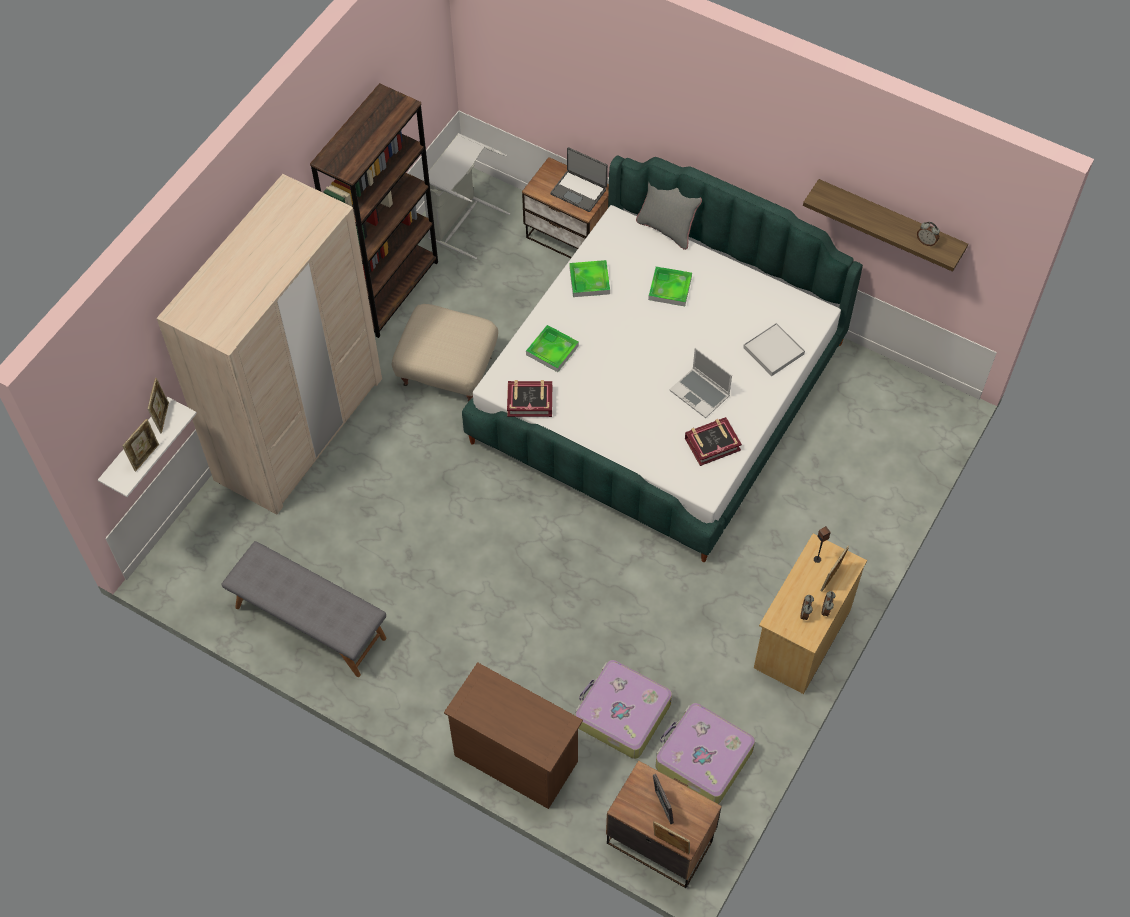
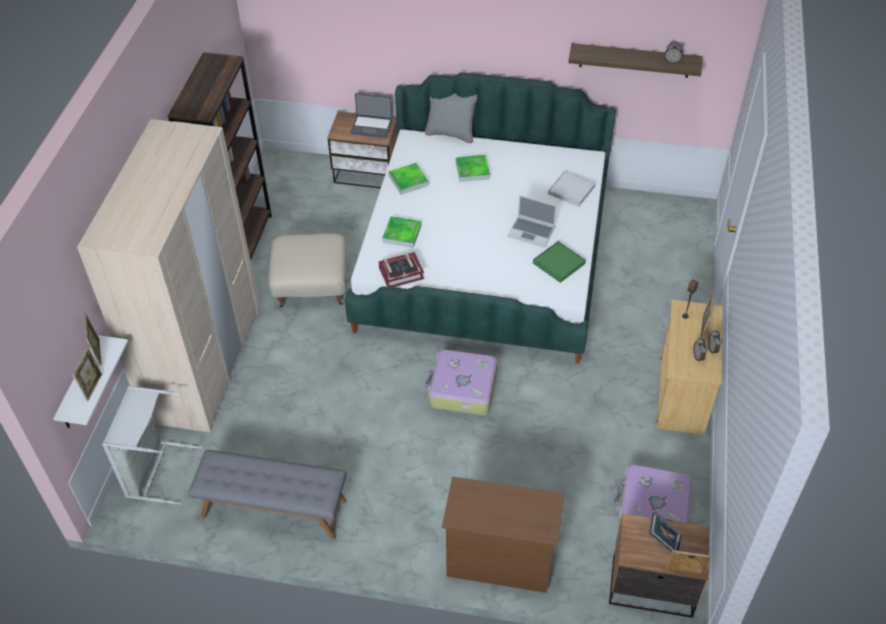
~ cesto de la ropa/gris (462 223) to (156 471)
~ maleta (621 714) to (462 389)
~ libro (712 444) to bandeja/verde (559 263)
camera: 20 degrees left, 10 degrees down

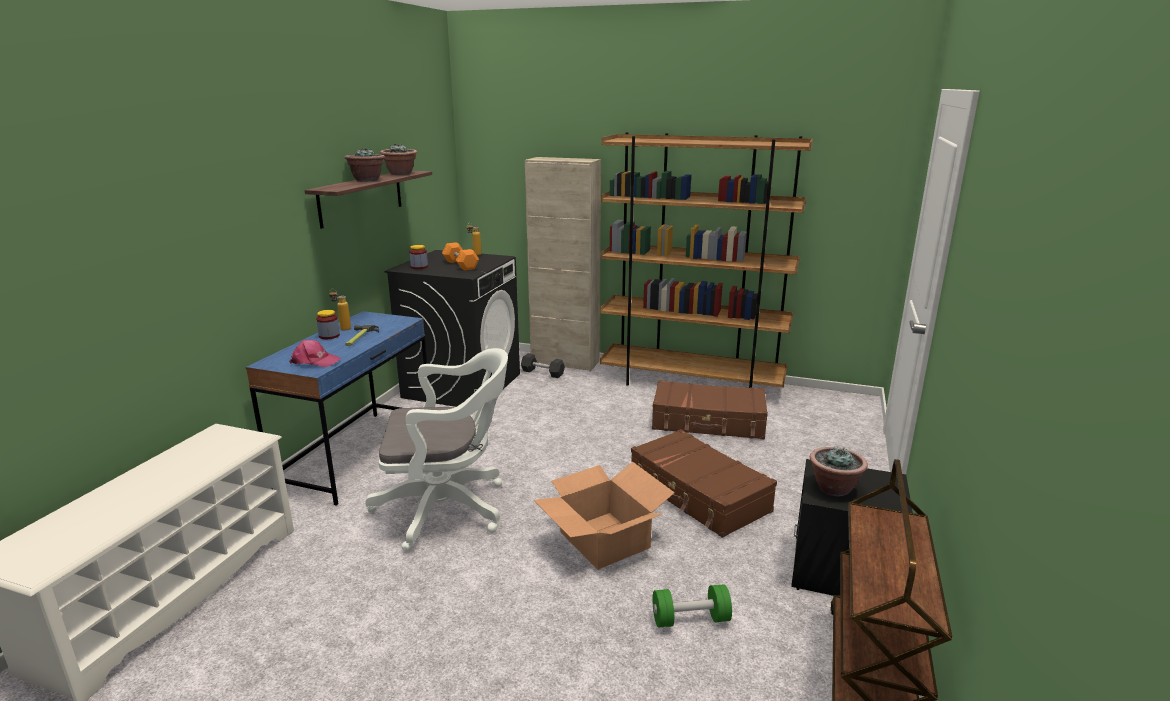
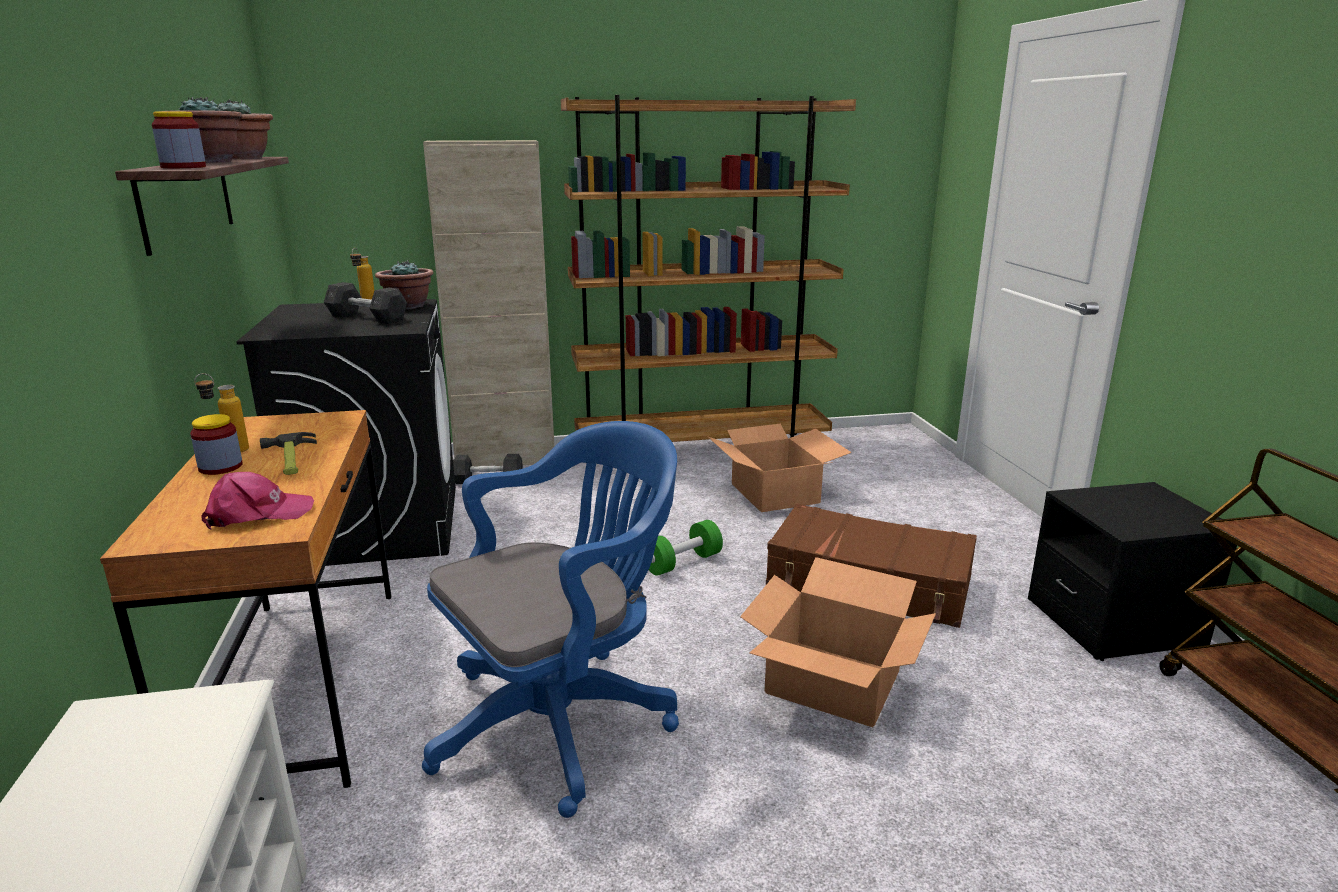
~ tarro (419 267) to (183 167)
~ mancuerna/verde (690 619) to (682 562)
~ planta en maceta (833 488) to (408 306)
~ maleta/marrón (708 422) to caja de cartón (775 493)
~ escritorio/azul (358 455) to escritorio/marrón (301 684)
~ silla de oficina/blanco (448 509) to silla de oficina/azul (563 719)
~ mancuerna/naranja (460 265) to mancuerna/gris (367 318)
camera: 30 degrees left, 0 degrees up

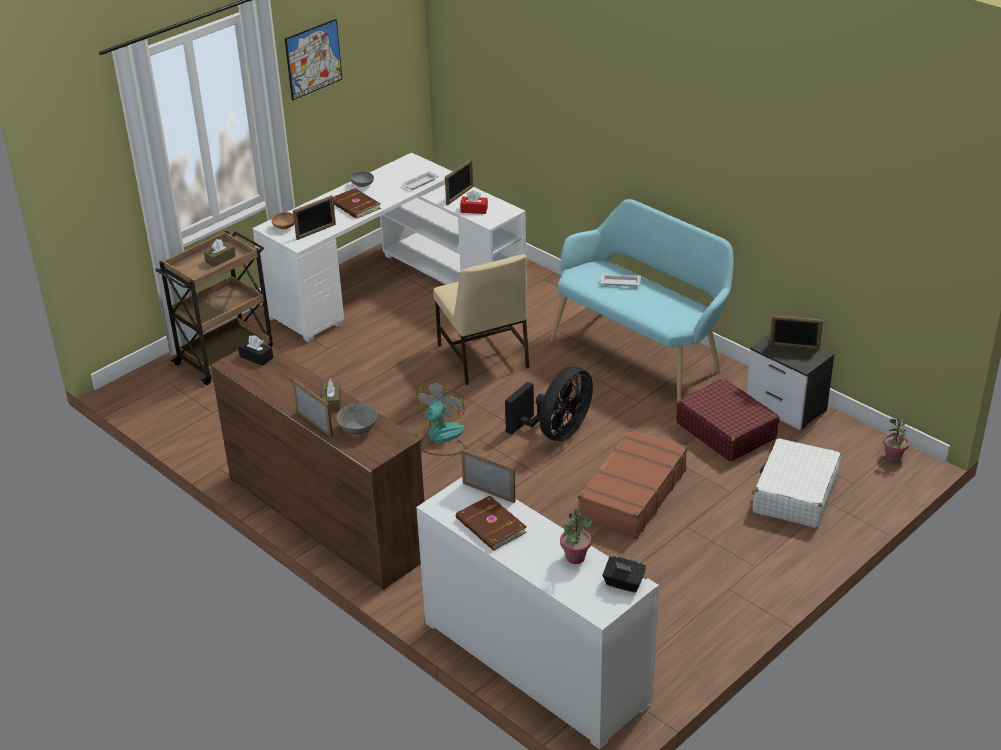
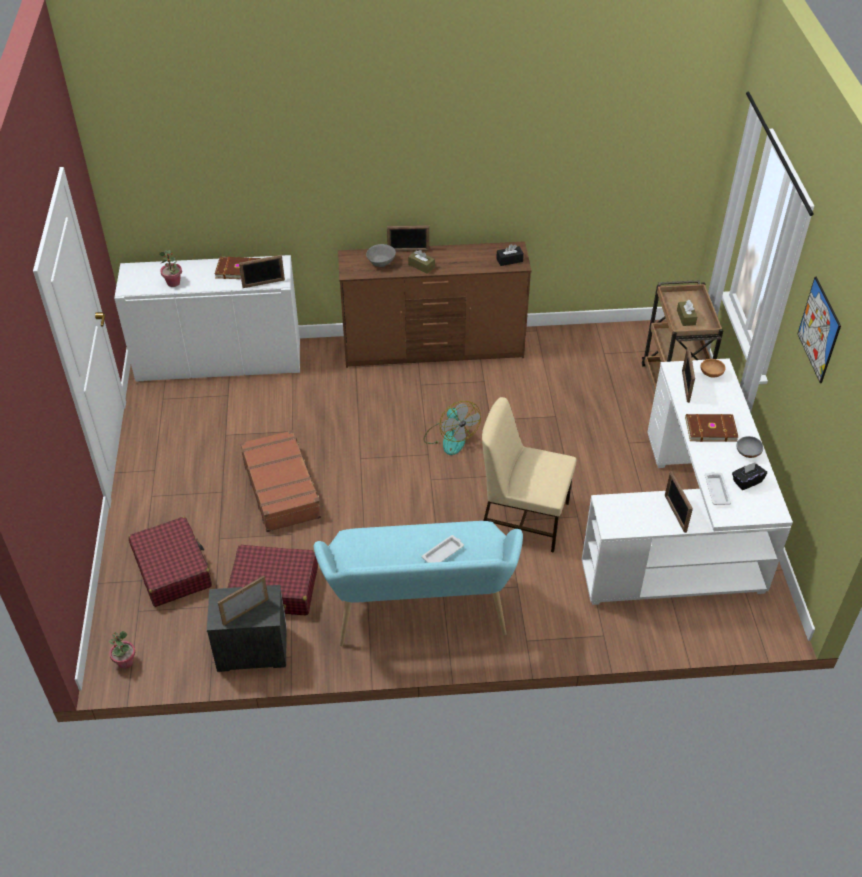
- caja de pañuelos/rojo (474 210)
- ventilador/negro (556 432)
~ caja de pañuelos/negro (623 583) to (746 481)
~ maleta/blanco (795 494) to maleta/rojo (172 569)
camera: 130 degrees right, 10 degrees up

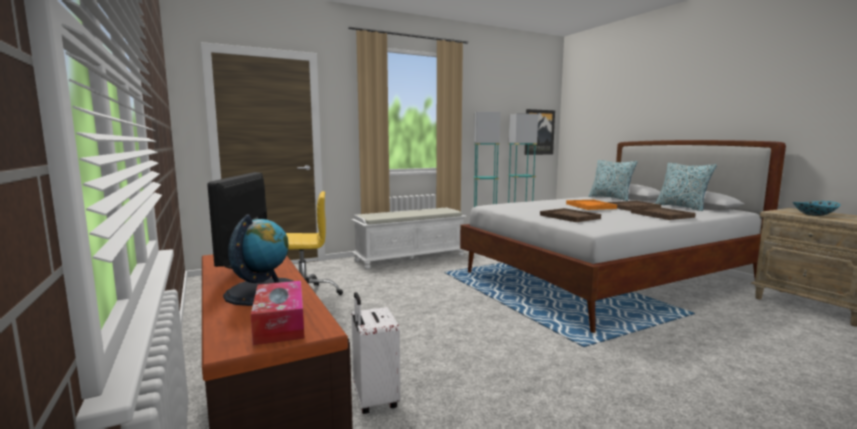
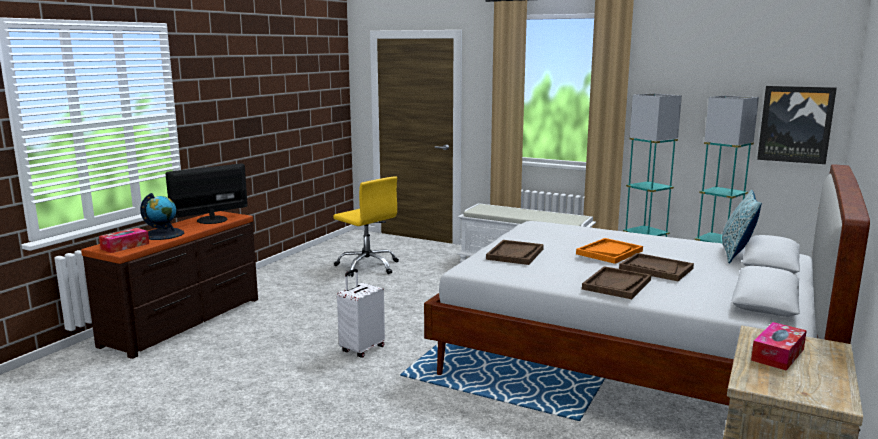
- cojín (681 207)
~ maleta/blanco (374 400) to (361 349)
~ cuenco (813 214) to caja de pañuelos (777 354)
camera: 55 degrees right, 5 degrees up

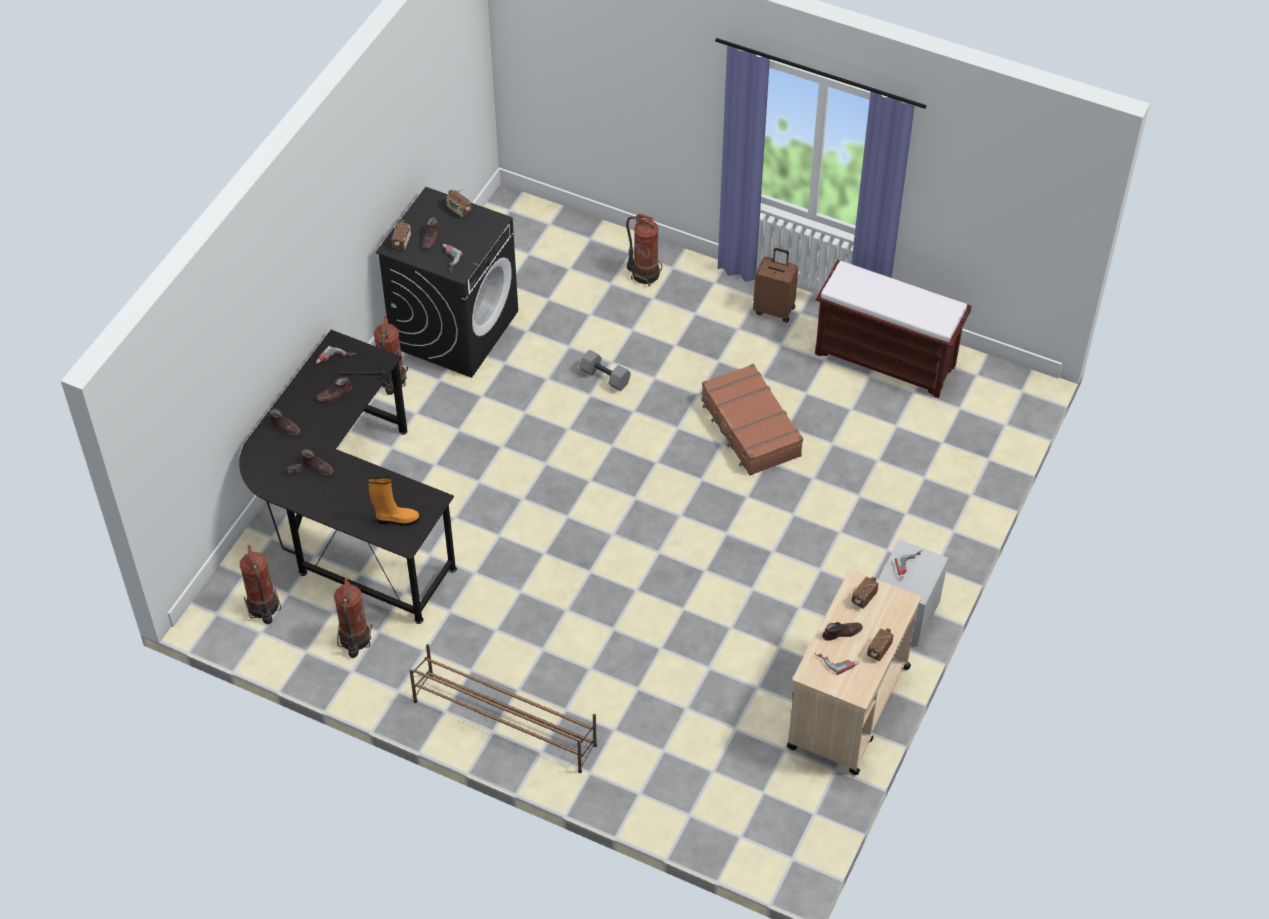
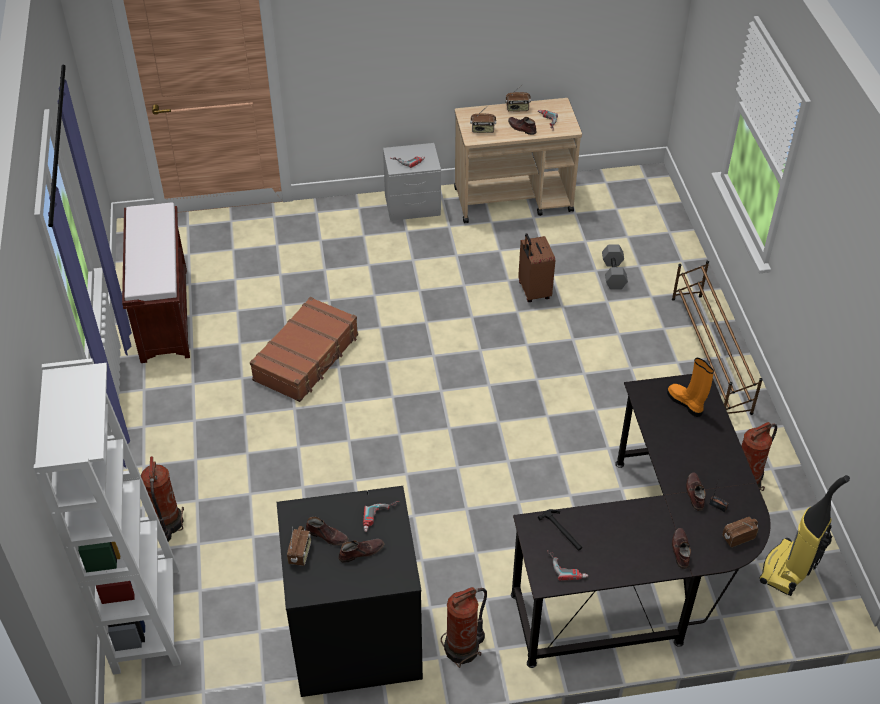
+ estantería/blanco (147 620)
~ zapato/marrón (334 394) to (327 535)
~ radio (402 241) to (738 537)
~ mancuerna/gris (604 377) to (614 274)
~ maleta/marrón (774 309) to (533 291)
~ extintor (263 608) to aspiradora (788 570)
camera: 125 degrees left, 5 degrees down

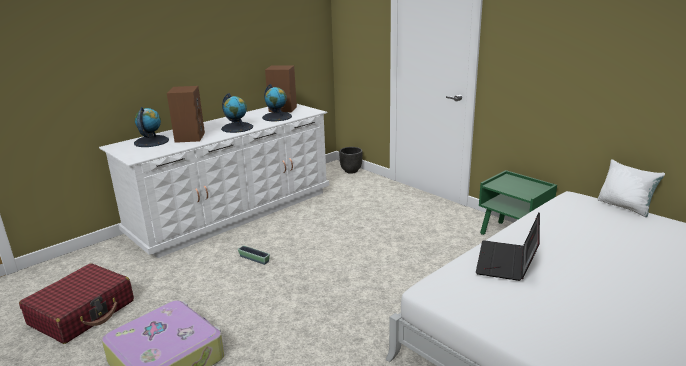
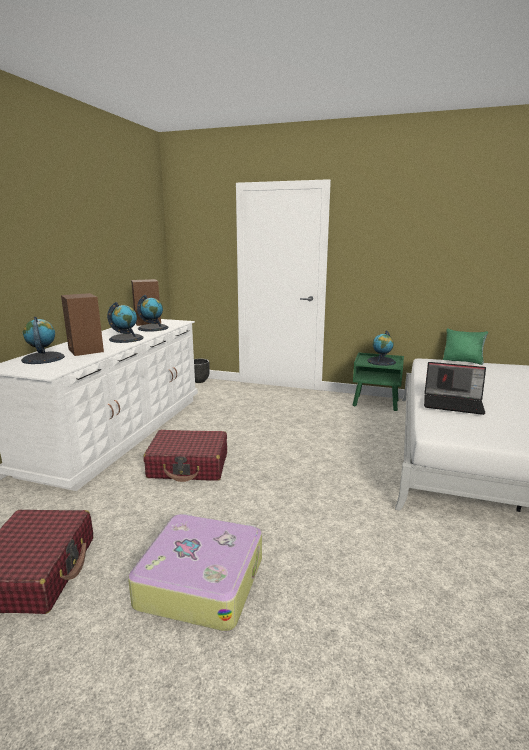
+ globo terráqueo (381 361)
~ maceta (254 259) to maleta/rojo (189 465)
~ cojín/blanco (625 207) to cojín/verde (463 361)
~ portátil (507 262) = (453 403) 60 degrees counterclockwise
camera: 30 degrees left, 5 degrees down

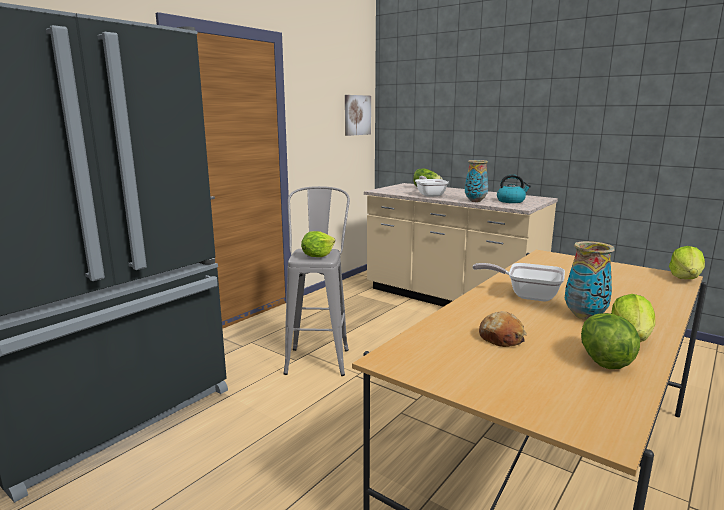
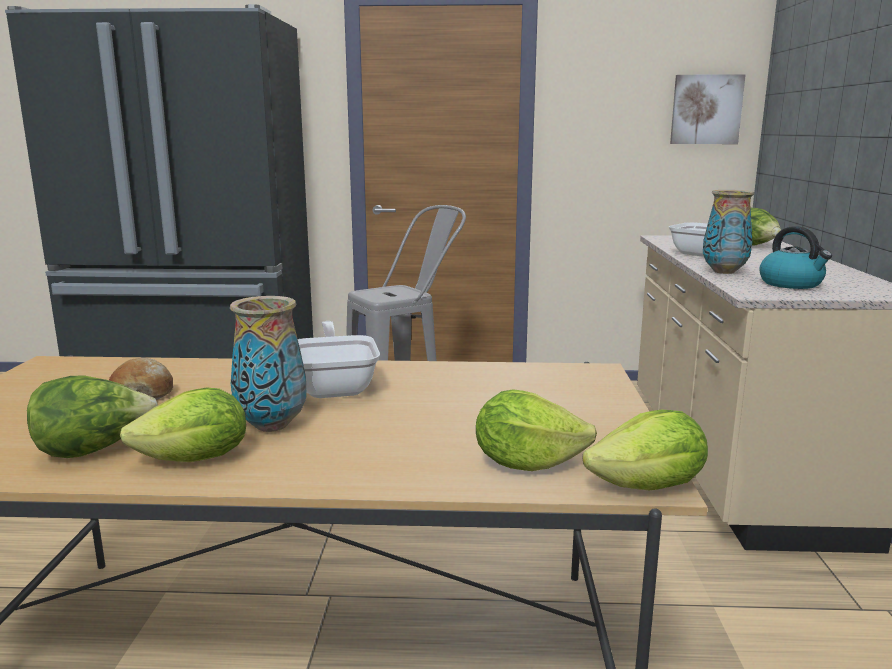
~ lechuga (317 256) to (526 463)
camera: 55 degrees right, 0 degrees up

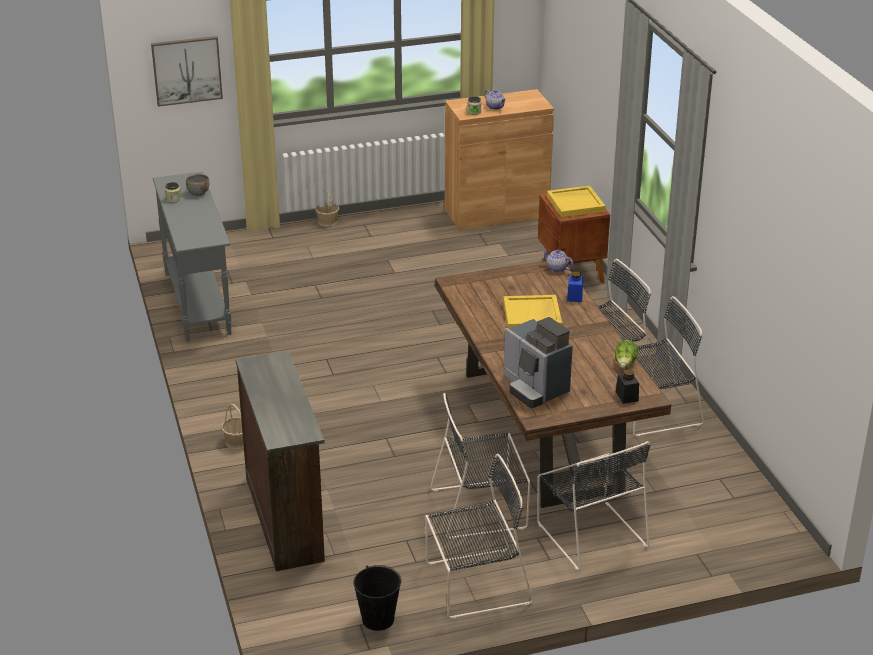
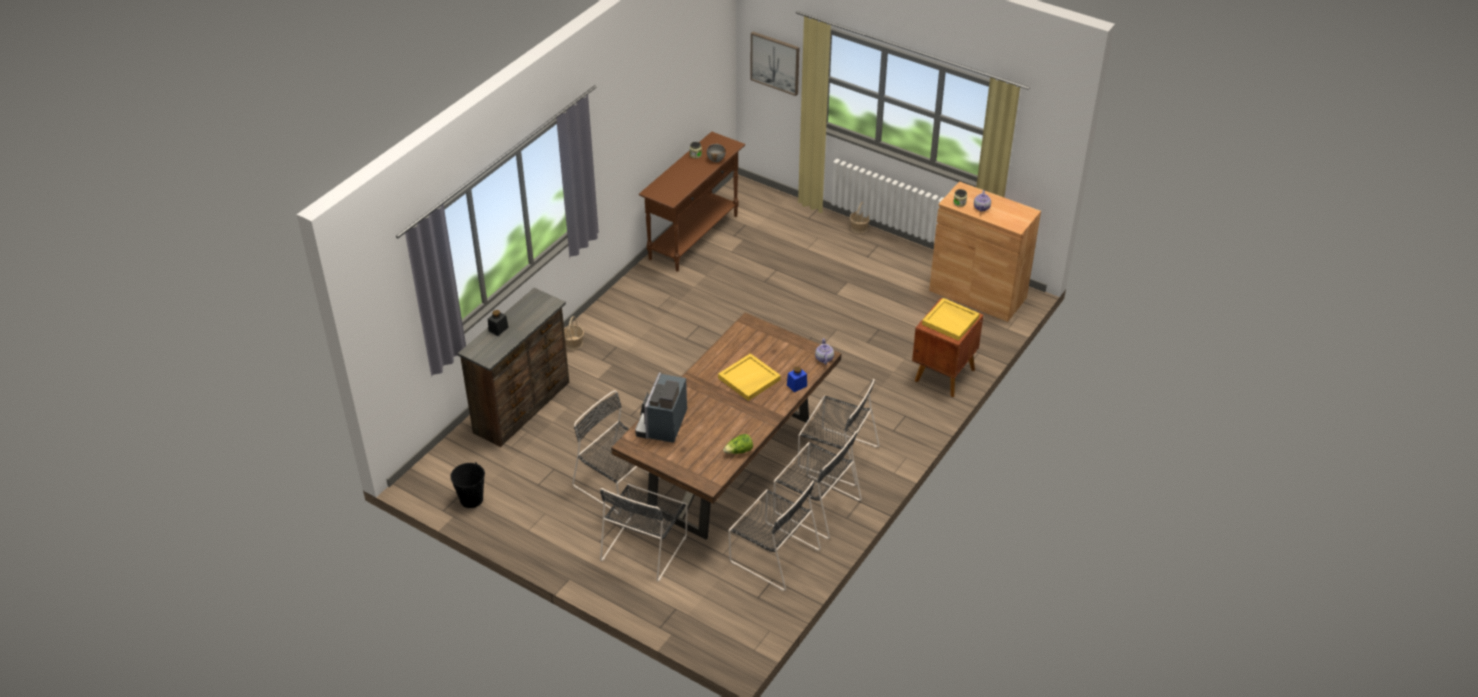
~ silla/negro (474 584) to (772 554)
~ tarro/negro (627 396) to (498 329)
~ mesa consola/gris (198 303) to mesa consola/marrón (694 237)
camera: 50 degrees right, 10 degrees up

